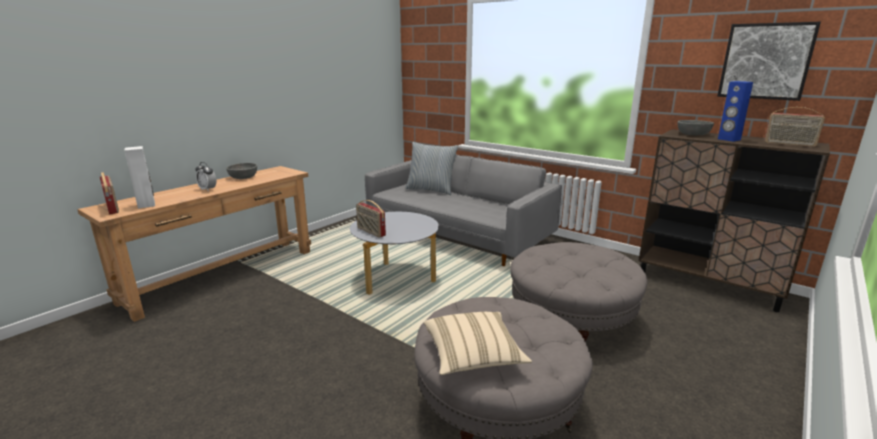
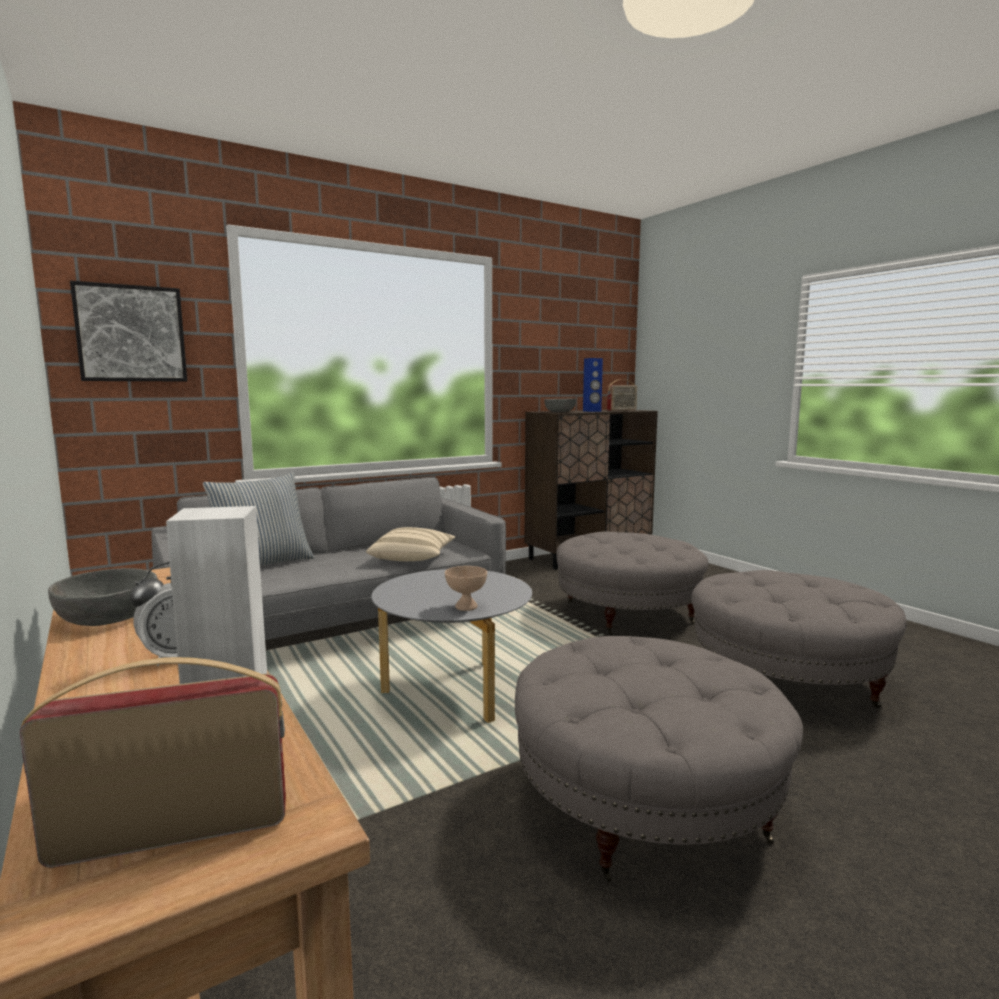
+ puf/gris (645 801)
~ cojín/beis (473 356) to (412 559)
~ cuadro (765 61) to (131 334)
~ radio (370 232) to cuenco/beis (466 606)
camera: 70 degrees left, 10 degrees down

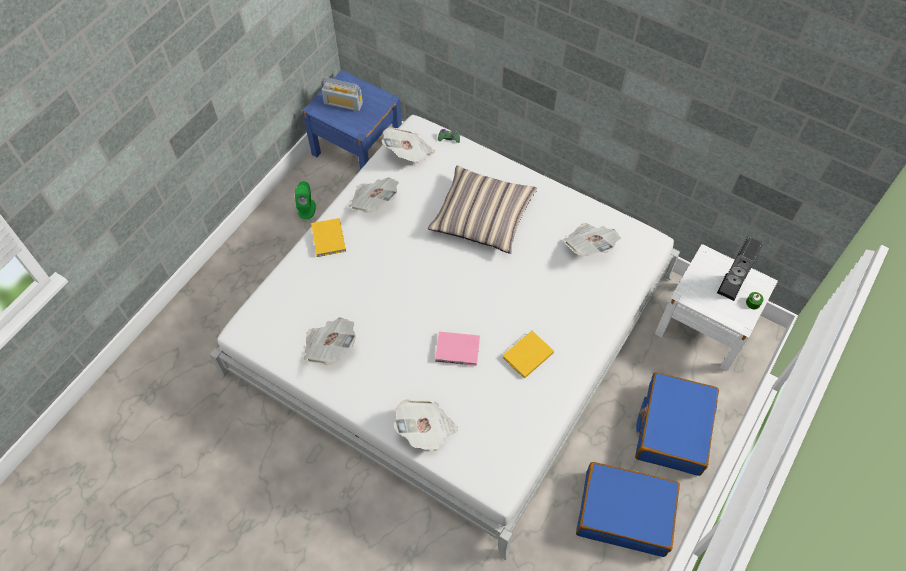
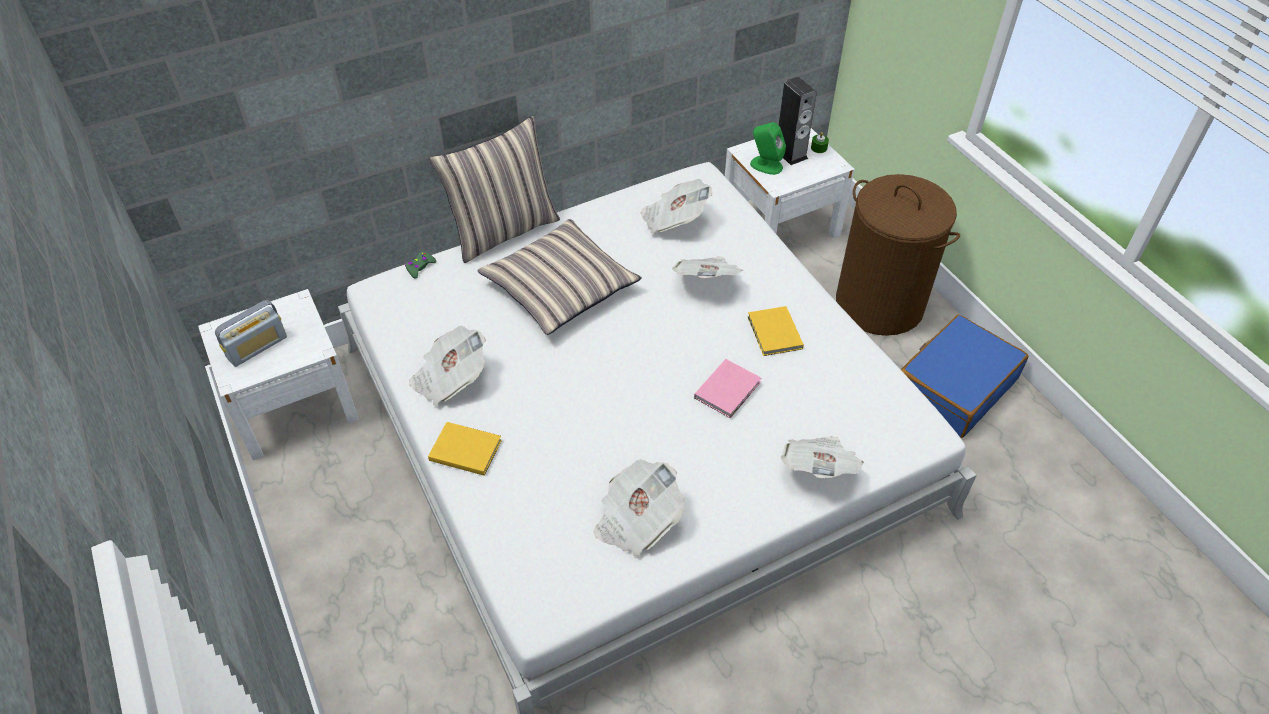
+ cojín (503 230)
~ altavoz/verde (306 208) to (766 165)
~ periódico (409 153) to (707 280)
~ maleta/azul (673 428) to cesto de la ropa/marrón (880 304)
~ mesita de noche/azul (357 148) to mesita de noche/blanco (293 405)
camera: 60 degrees left, 10 degrees down

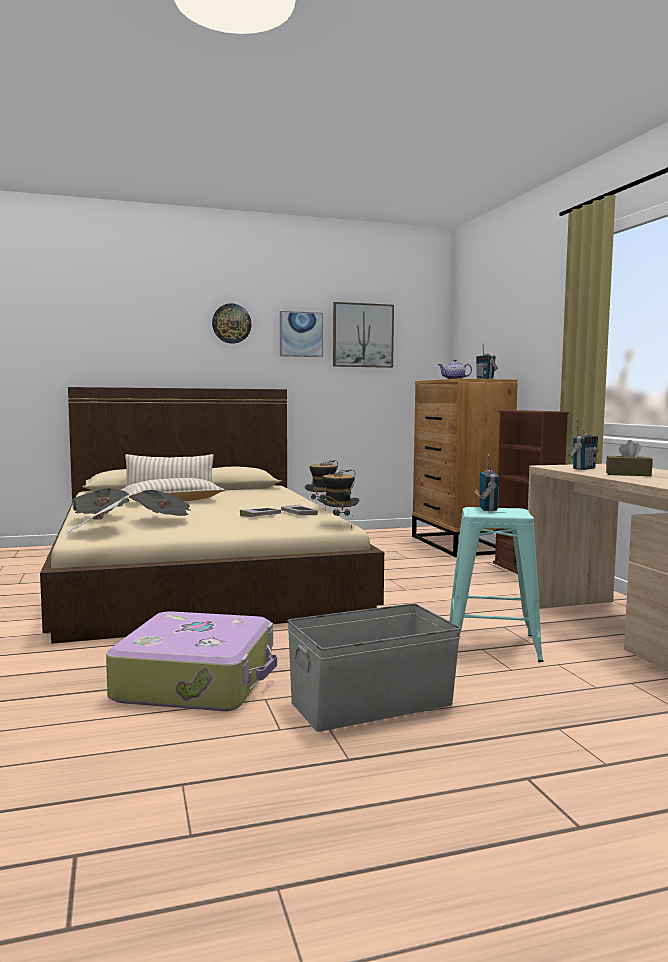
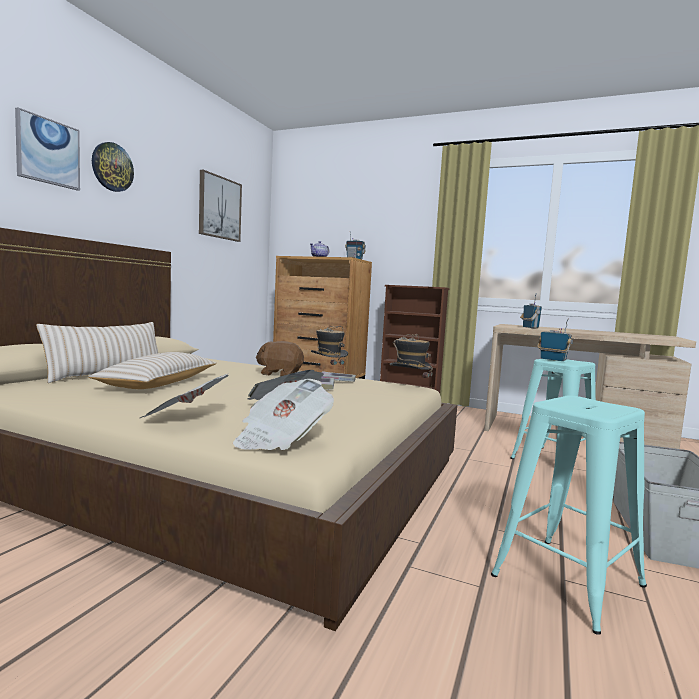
- caja de pañuelos/marrón (628 474)
+ peluche/marrón (279 374)
~ cuadro (301 334) to (48 151)
~ maleta (197 681) to taburete/turquesa (568 580)
camera: 50 degrees left, 0 degrees up

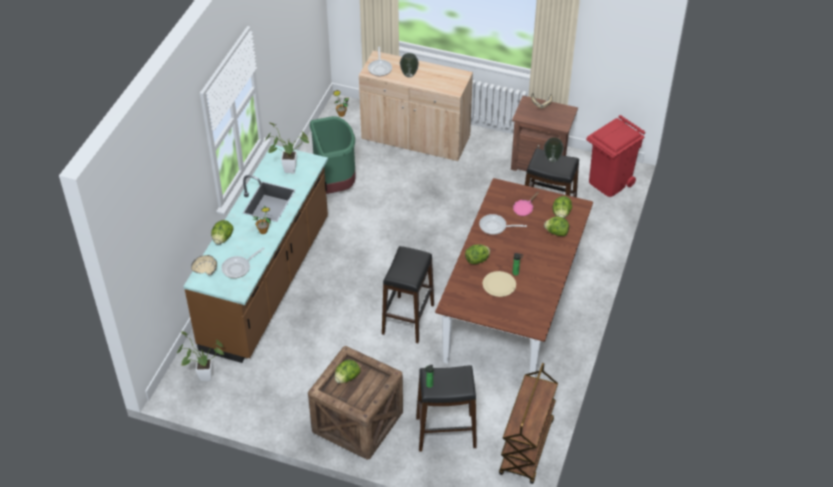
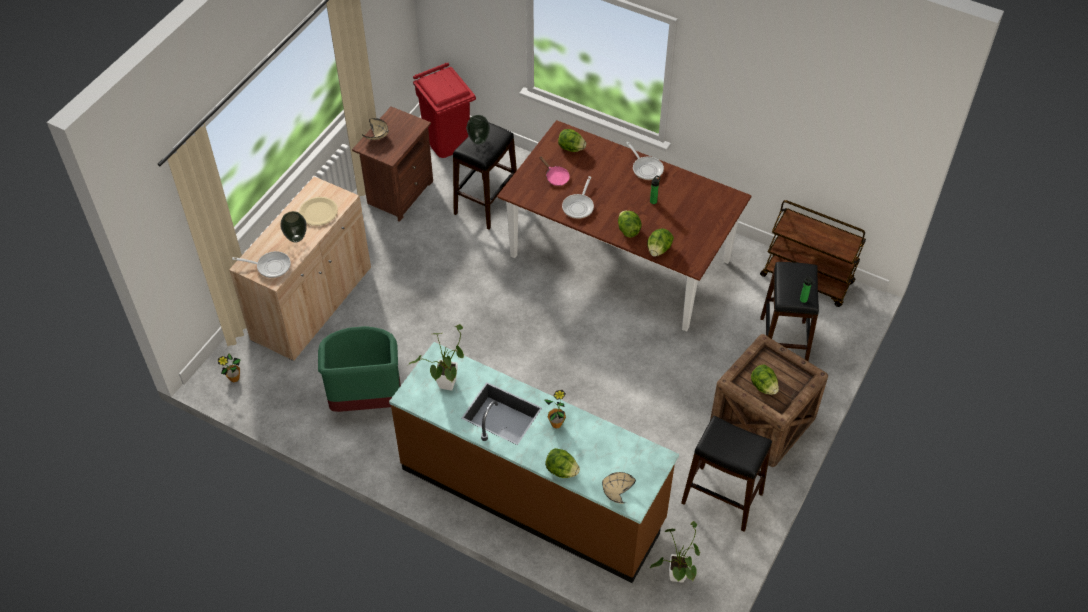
~ sartén (238 268) to (646 168)
~ taburete/negro (408 319) to (721 498)
~ plato/beis (499 284) to (318 212)
~ lechuga (556 232) to (658 250)
camera: 80 degrees left, 5 degrees up

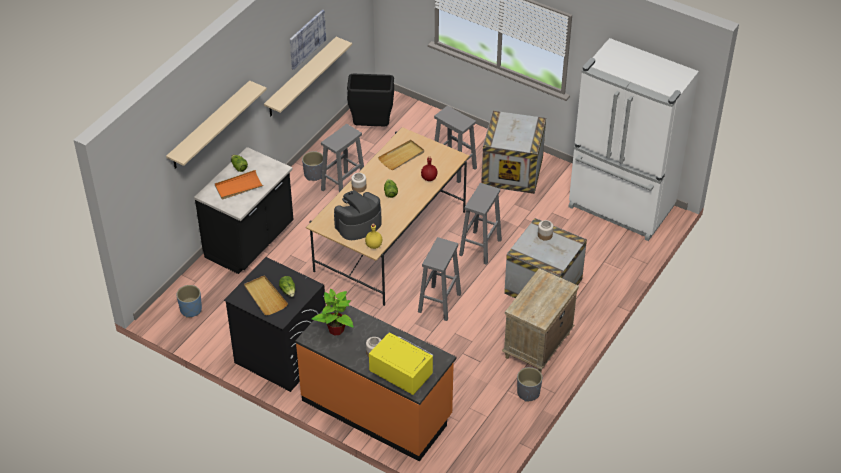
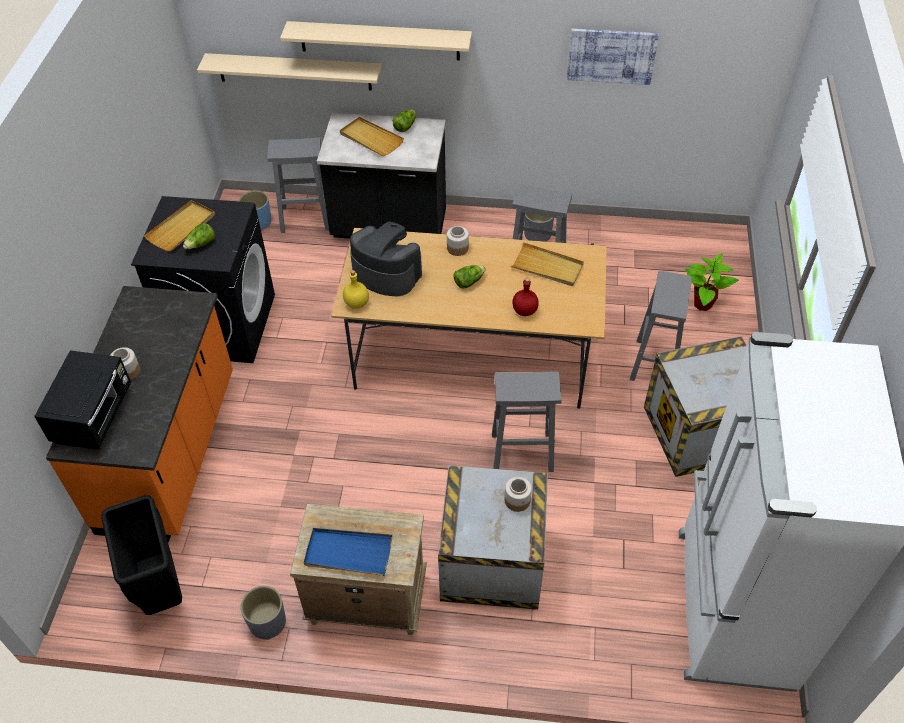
+ bandeja/azul (348 553)
~ estante/beis (301 77) to (294 71)
~ planta en maceta (336 330) to (702 304)
~ papelera/negro (372 126) to (163 590)
~ taburete/gris (439 303) to (304 219)
~ bandeja/naranja (238 186) to bandeja/beis (371 139)
~ microondas/amarillo (400 374) to microondas/negro (95 415)
camera: 65 degrees right, 5 degrees up

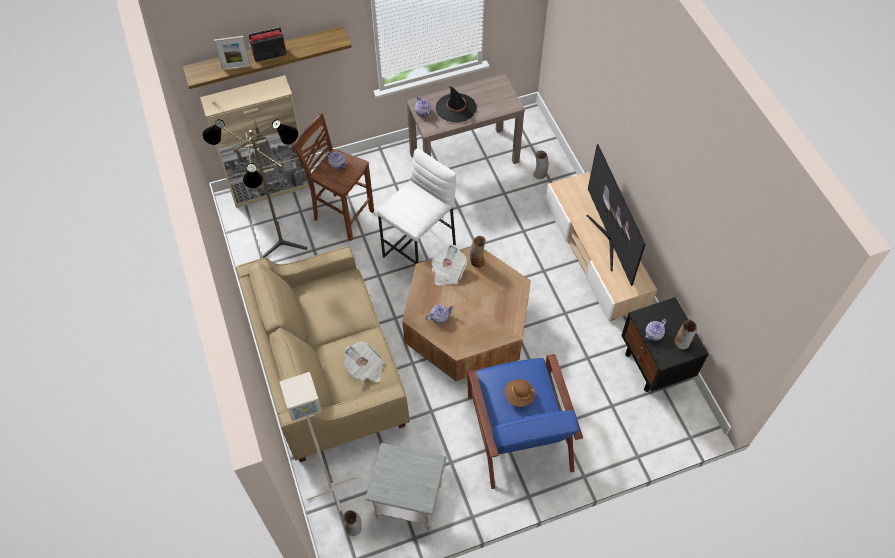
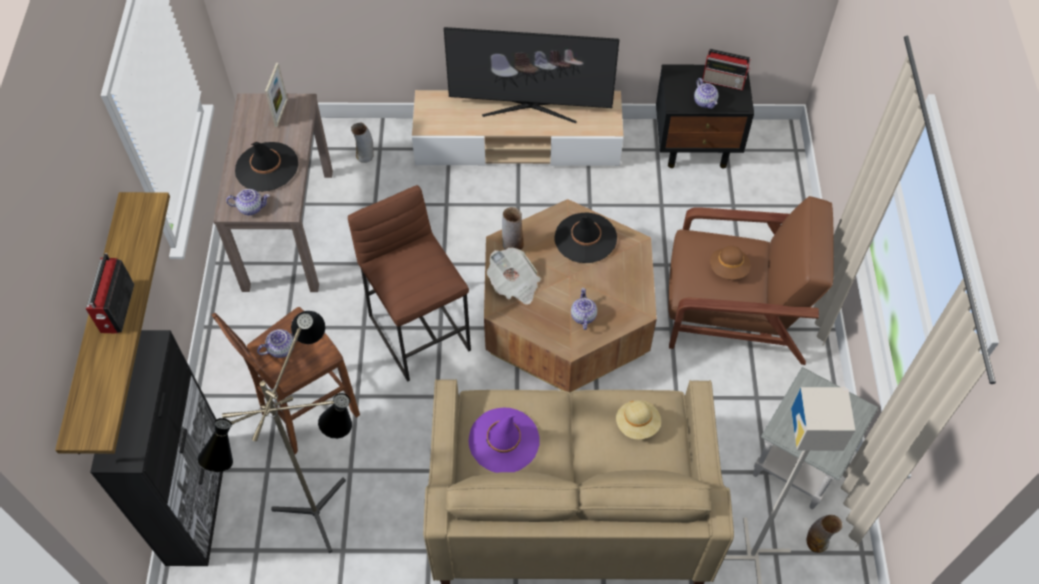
+ sombrero/morado (504 440)
+ sombrero/negro (585 238)
~ portarretratos (236 68) to (281 113)
~ periódico (365 368) to sombrero/beis (637 424)
~ florero (682 342) to radio (724 81)
~ armario/beis (271 188) to armario/negro (198 500)
~ taburete/blanco (420 251) to taburete/marrón (420 332)
~ sillón/azul (519 429) to sillón/marrón (734 309)
camera: 70 degrees left, 0 degrees up

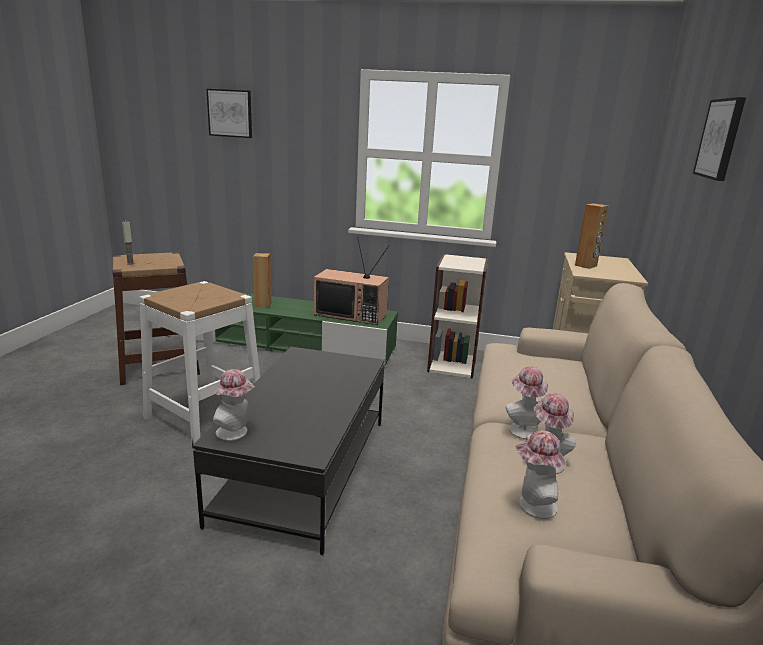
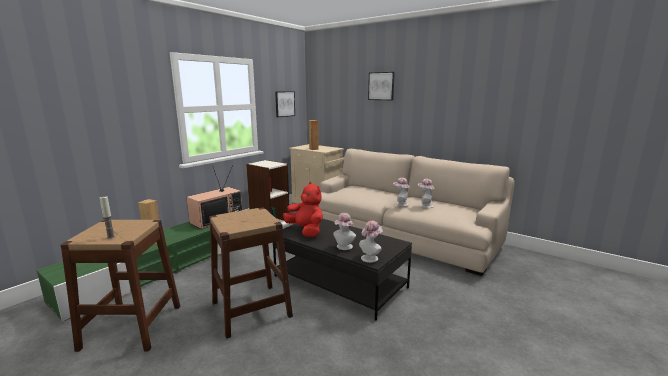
+ peluche/rojo (306 231)
~ cuadro (230 113) to (284 104)
~ sombrero (532 506) to (344 247)
~ taburete/blanco (205 416) to taburete/marrón (251 309)
camera: 65 degrees left, 5 degrees down

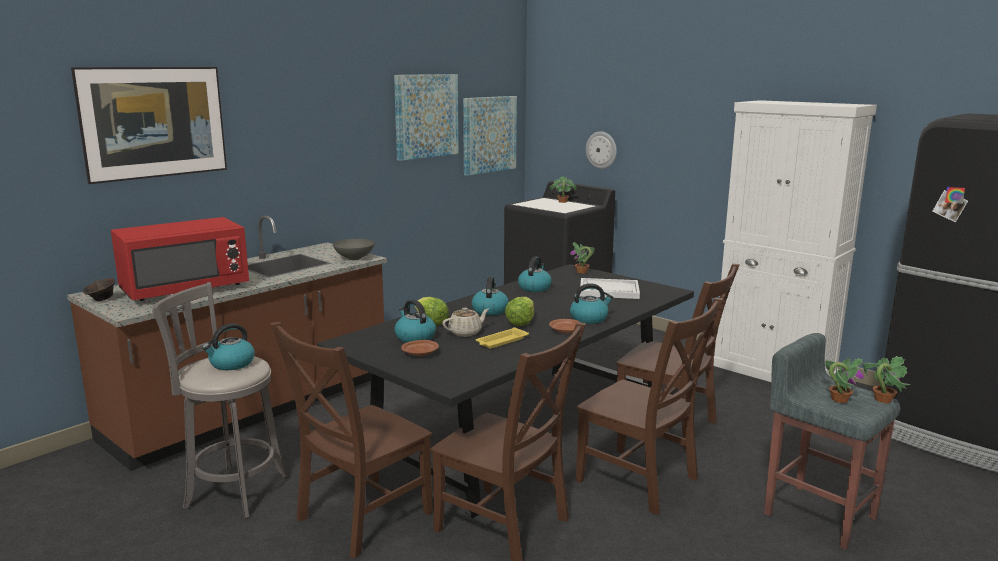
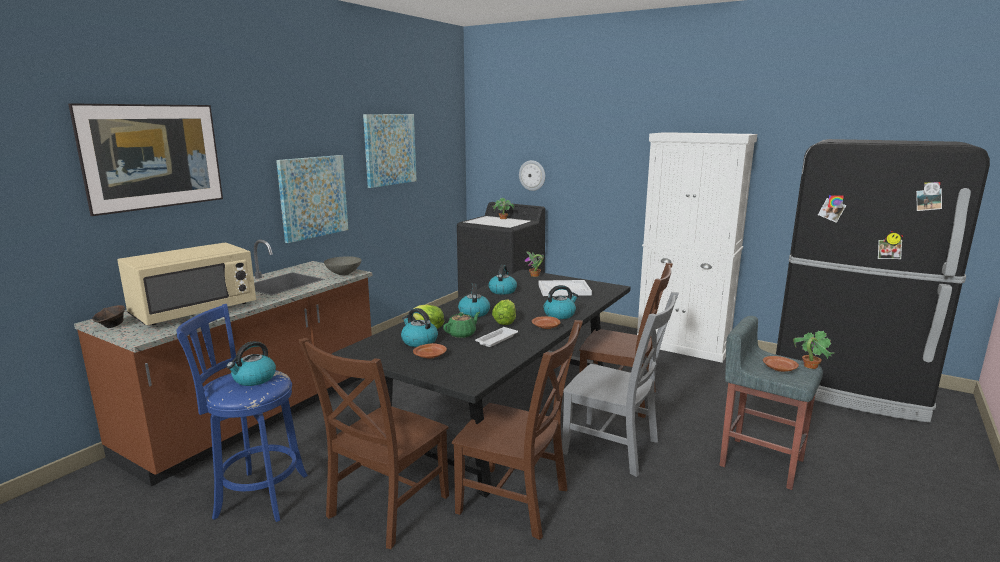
~ cuadro (489 134) to (313 197)
~ planta en maceta (839 399) to plato/marrón (779 368)
~ microondas/rojo (185 289) to microondas/beis (195 311)
~ taburete/gris (232 491) to taburete/azul (257 495)
~ tetera/beis (466 332) to tetera/verde (462 334)
~ bandeja/amarillo (501 341) to bandeja/blanco (496 340)
~ silla/marrón (641 482) to silla/gris (615 448)
camera: 10 degrees left, 0 degrees up

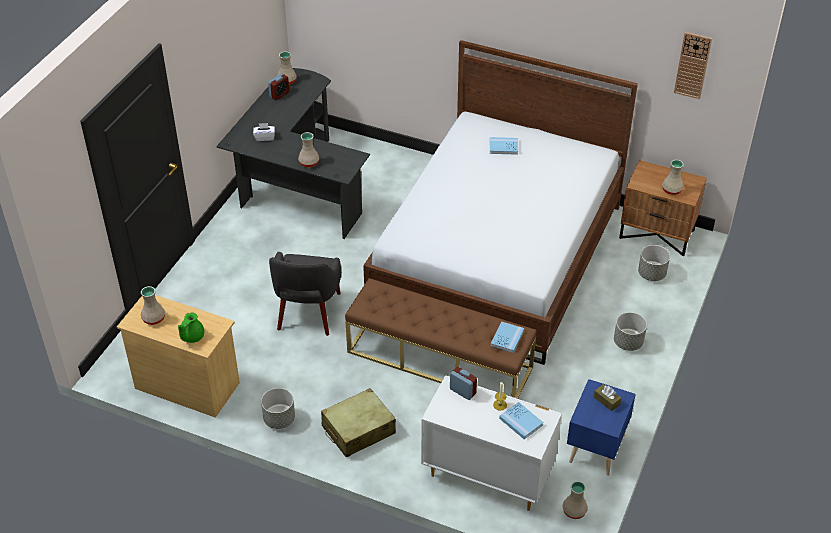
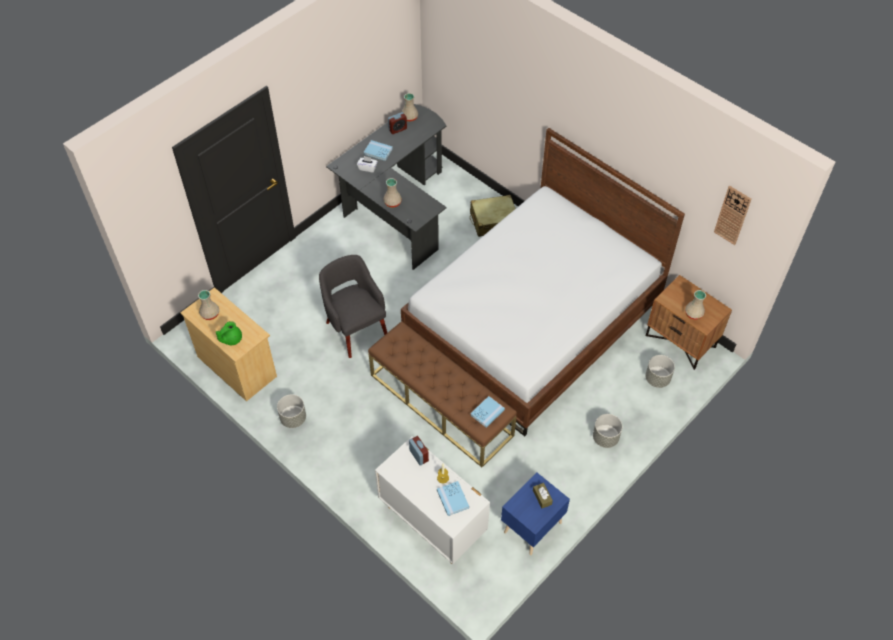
- florero/beis (574 511)
~ maleta/beis (358 430) to (493 221)
~ libro/azul (503 147) to (378 151)
~ sillón/gris (308 312) = (356 329) 120 degrees clockwise
camera: 20 degrees right, 10 degrees up

